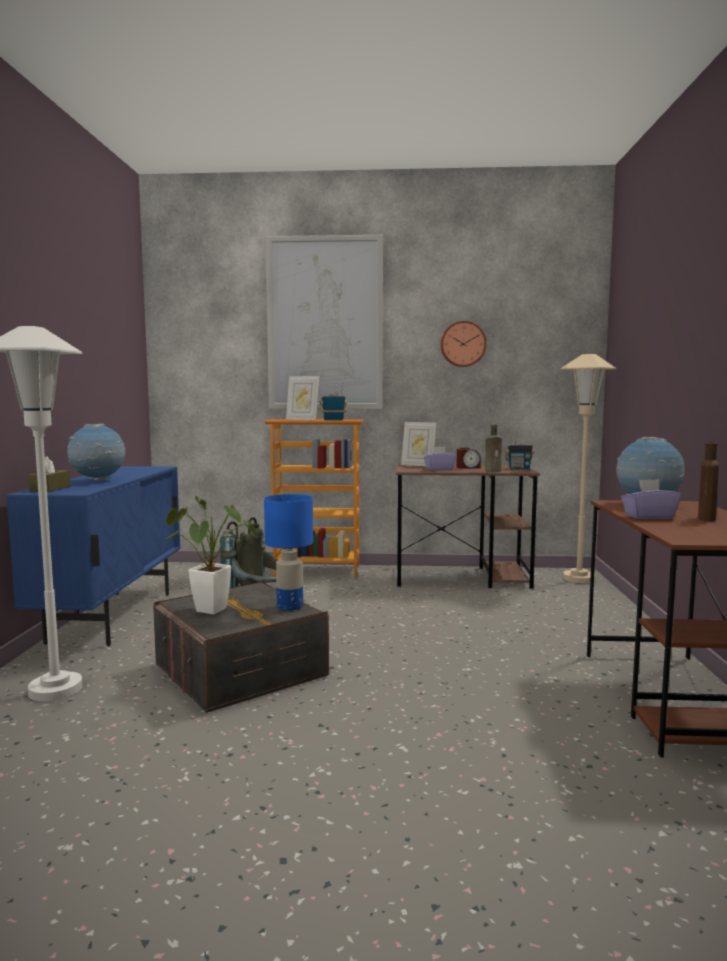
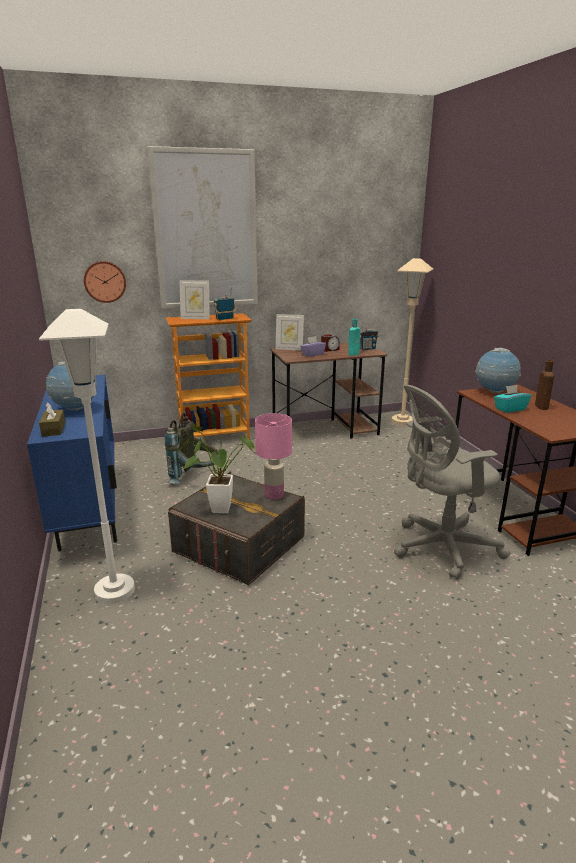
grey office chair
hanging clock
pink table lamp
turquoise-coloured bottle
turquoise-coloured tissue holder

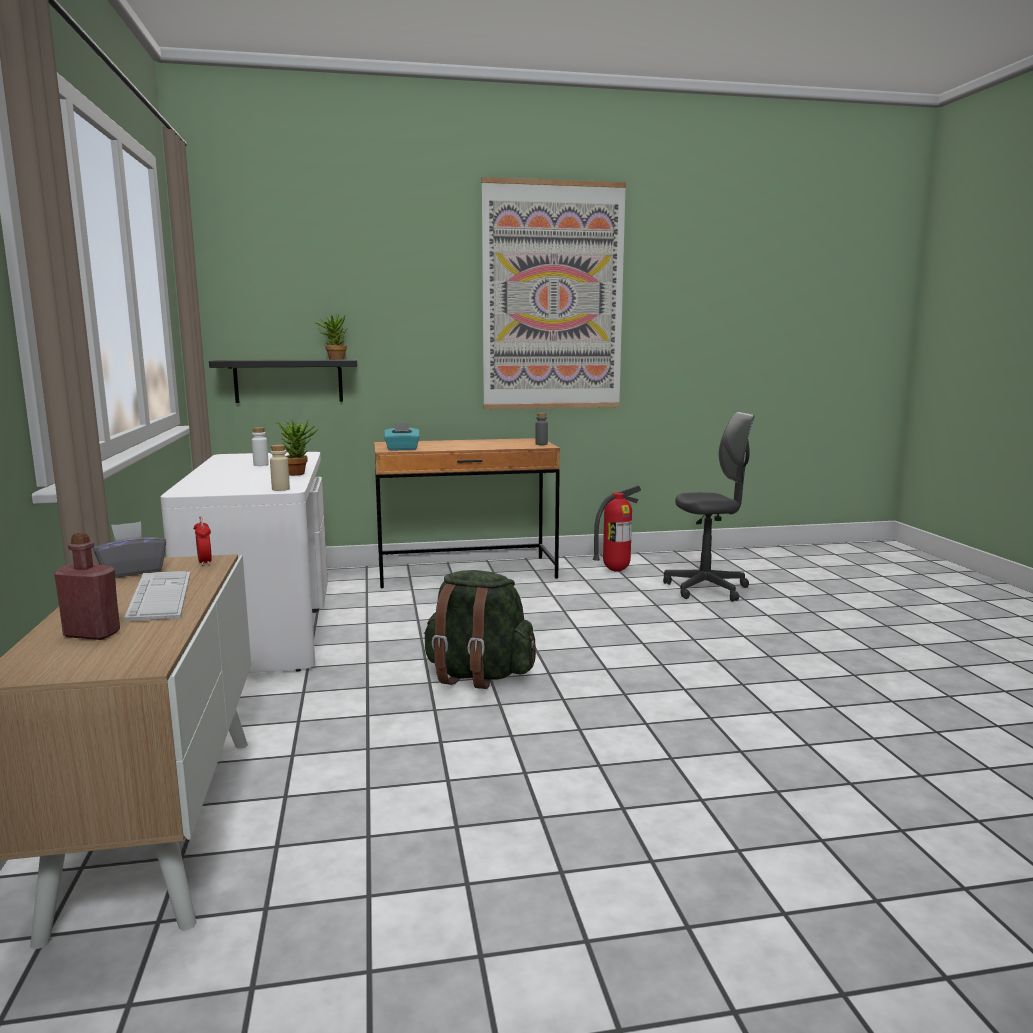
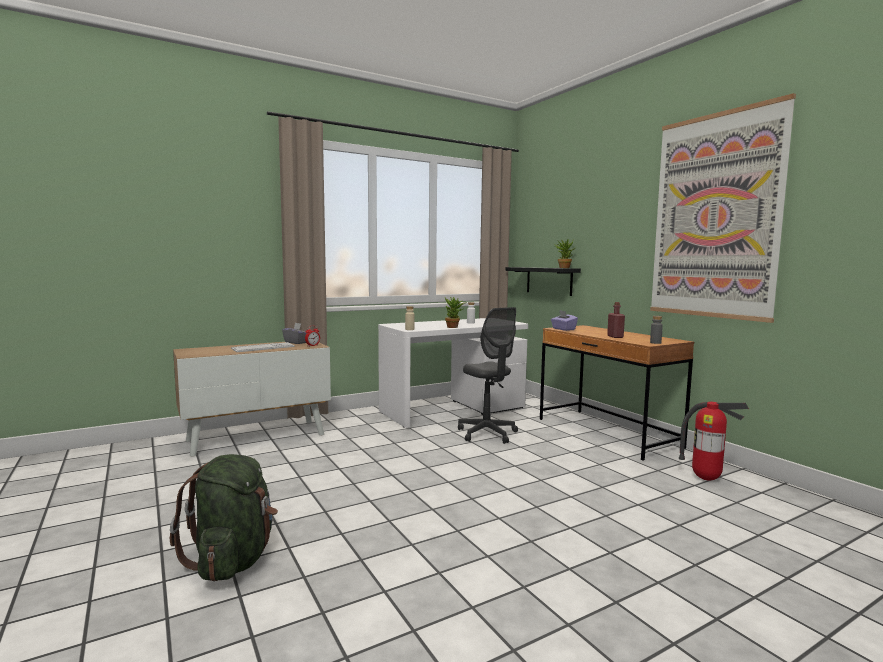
red-coloured bottle
green rucksack
grey office chair
purple-coloured tissue holder

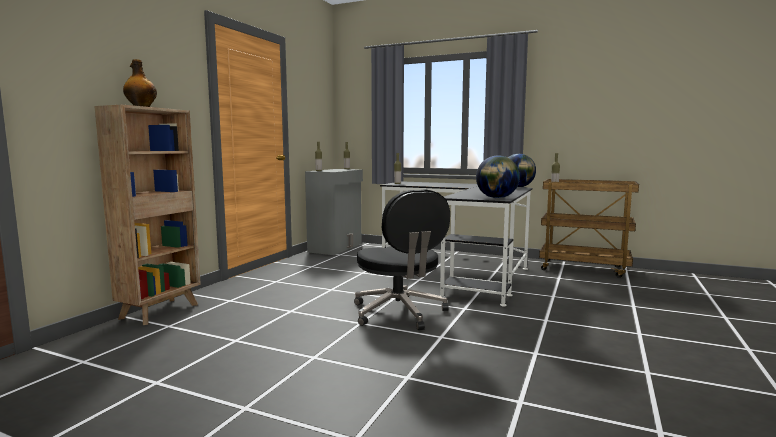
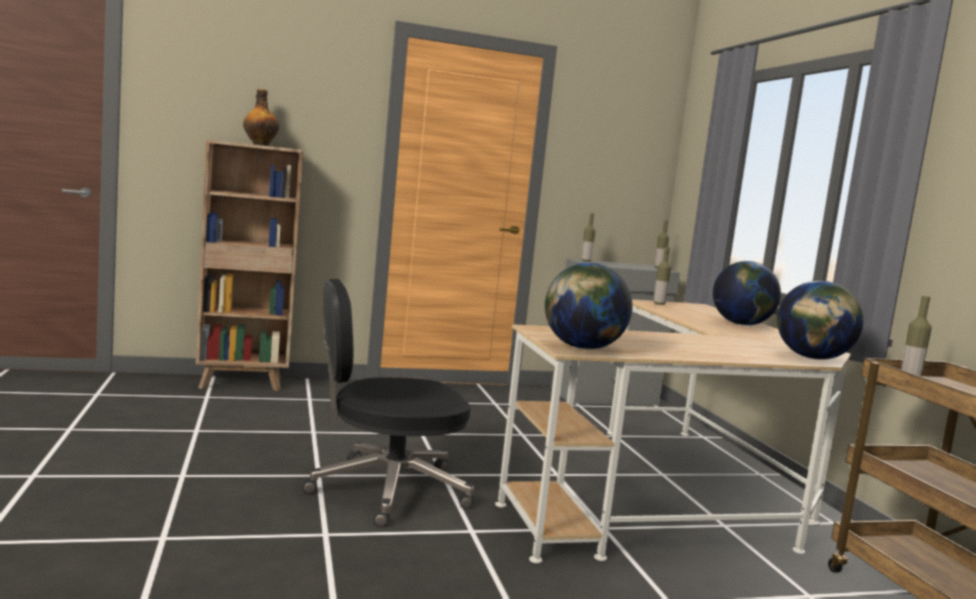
globe (no. 2 from left)
beige-coloured desk table
blackish office chair

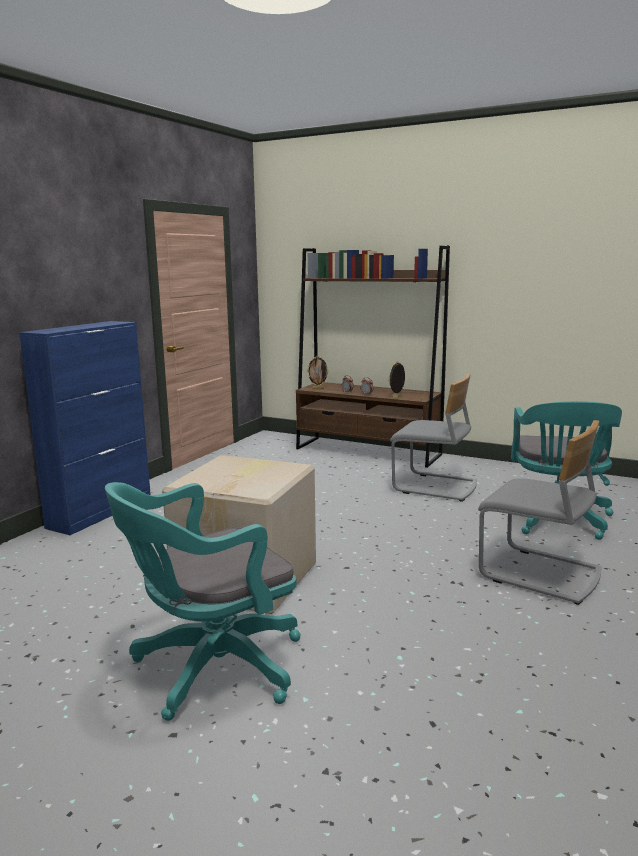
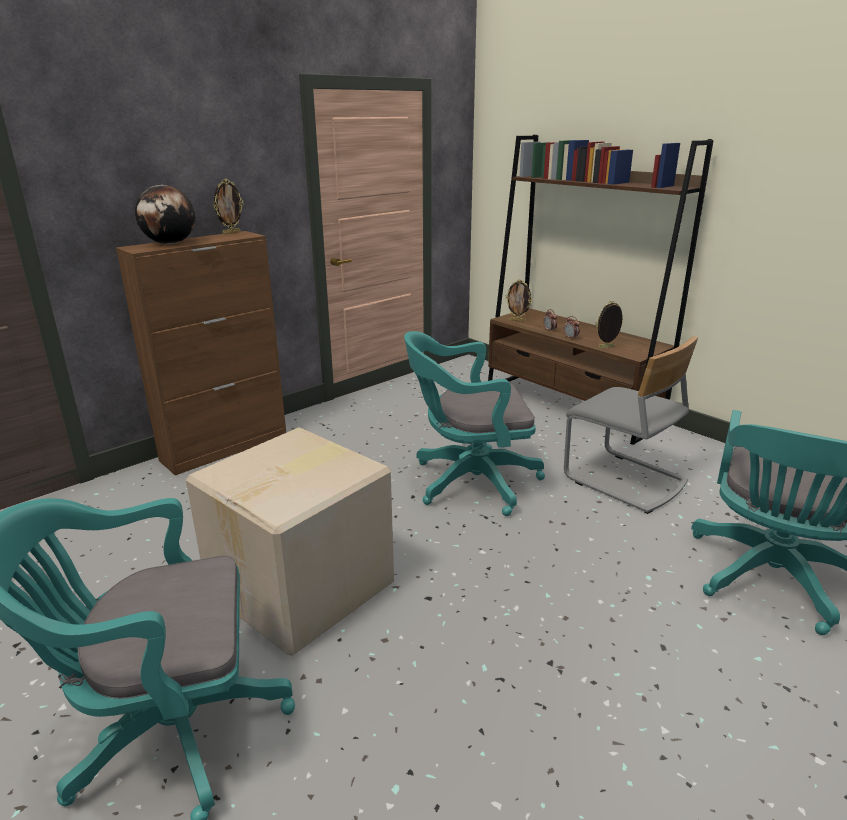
grey upright chair (no. 2 from left in the first image)
globe
photo frame (no. 1 from left)
turquoise-coloured office chair (no. 2 from left)
brown cupboard

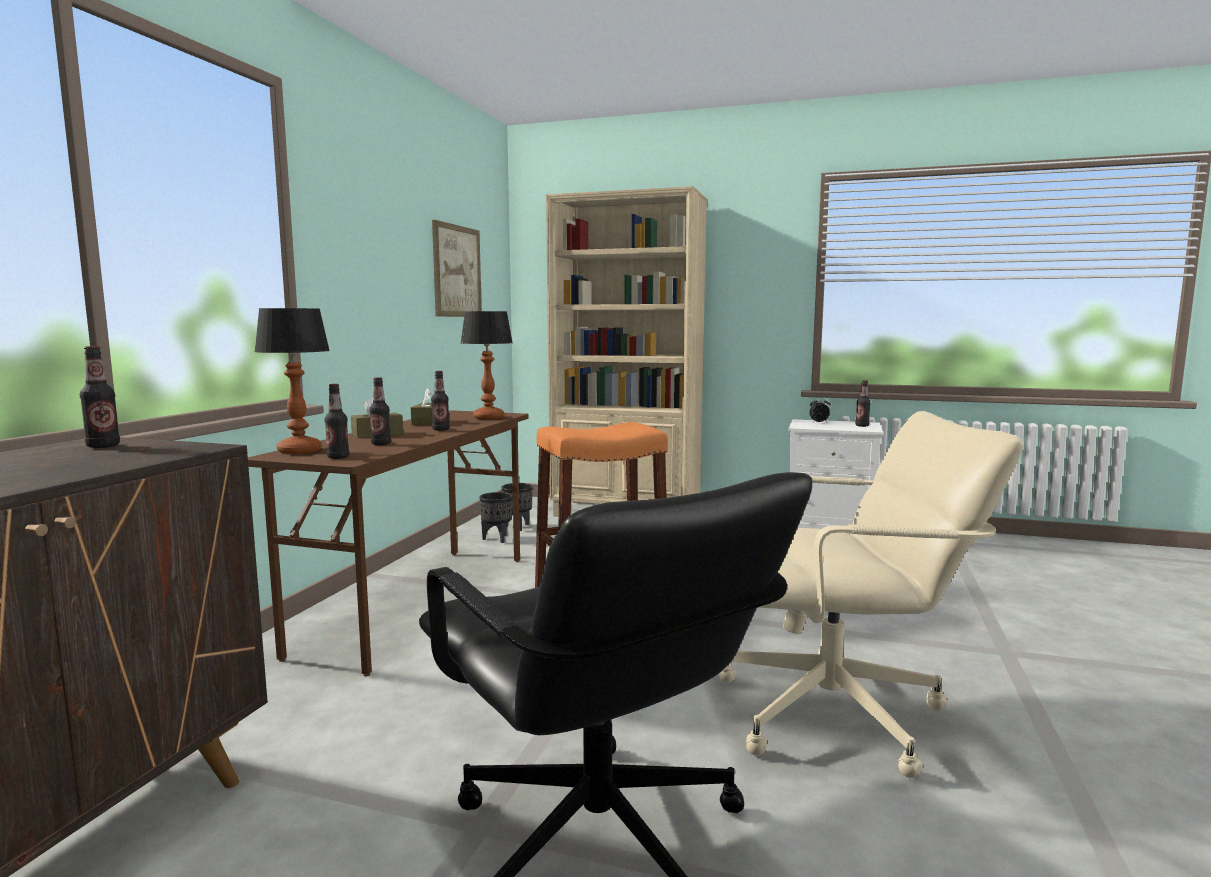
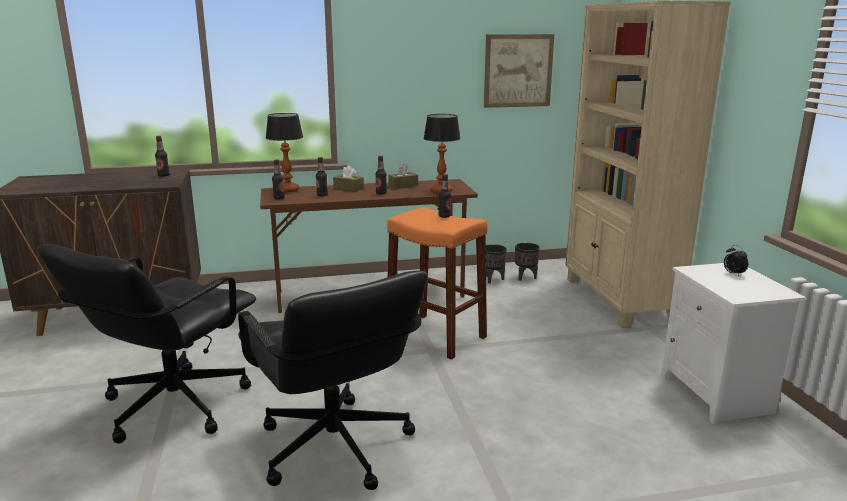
bottle (no. 5 from left)
blackish office chair (no. 2 from left)

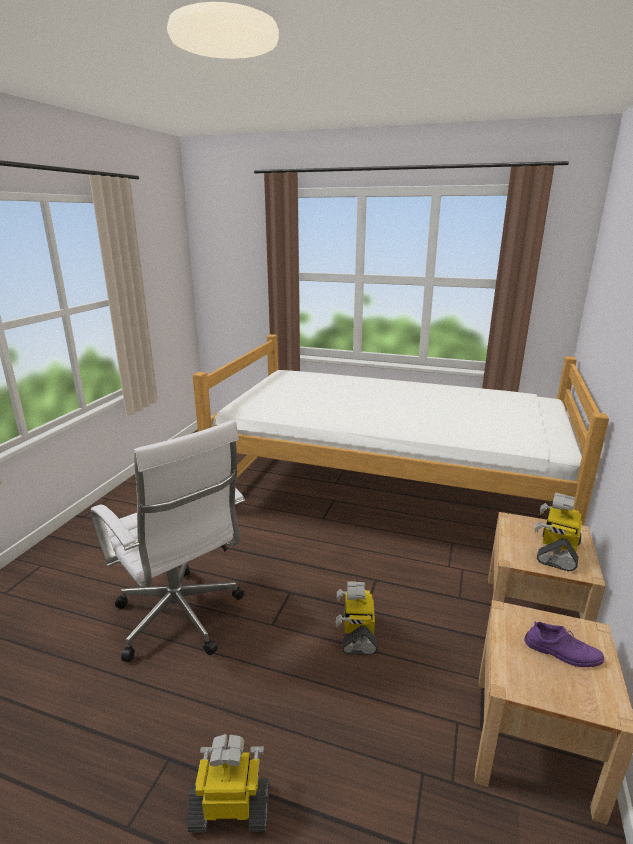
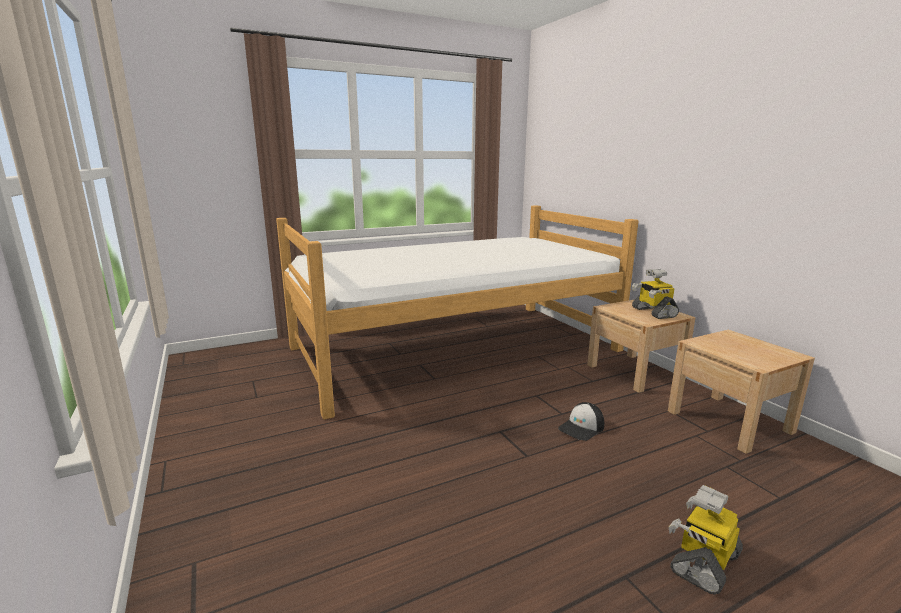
white office chair
purple-coloured low shoe
baseball cap

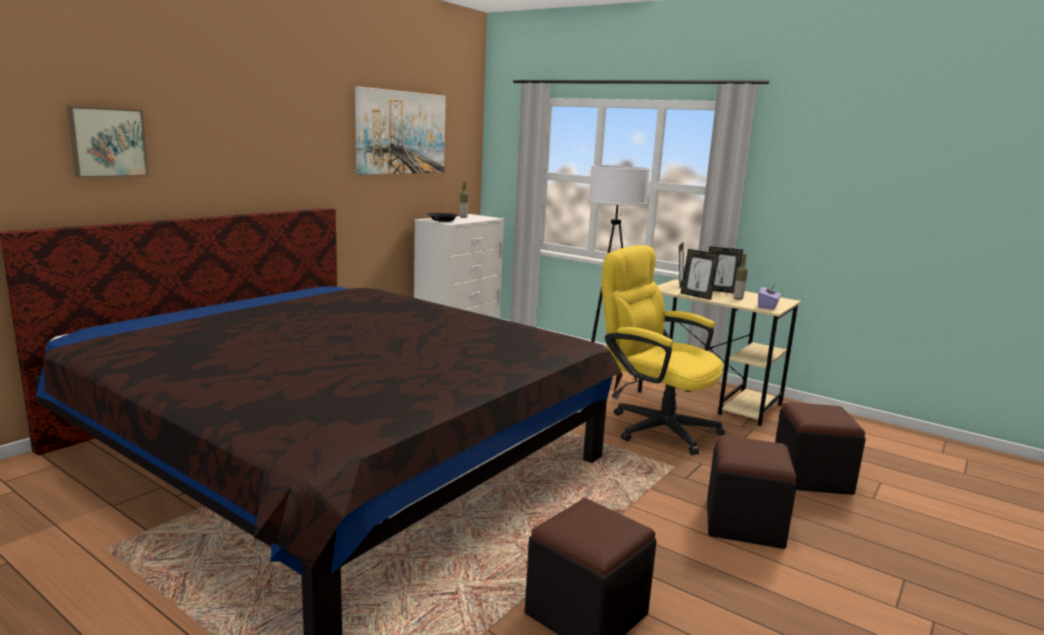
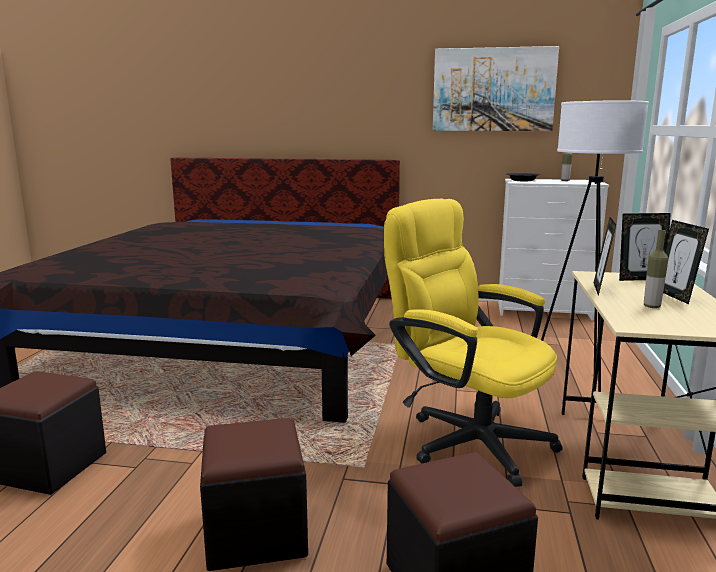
wall art (no. 1 from left in the first image)
purple-coloured tissue holder
yellow-coloured office chair

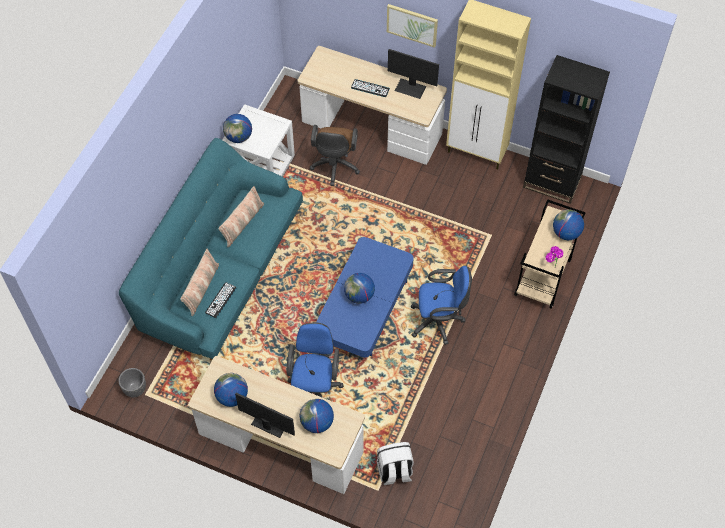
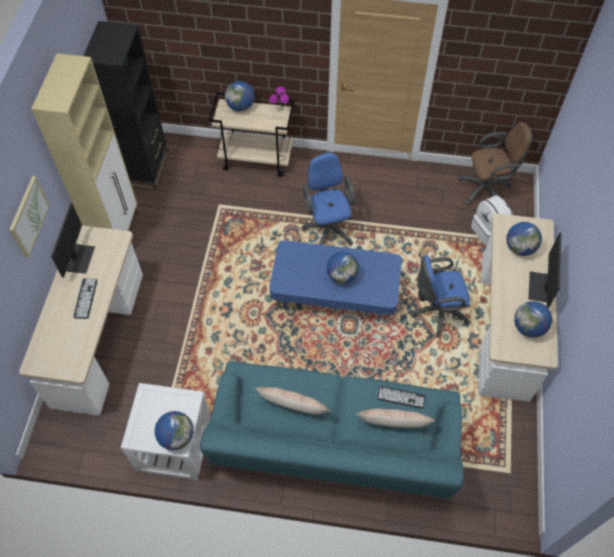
grey plant pot
brown office chair

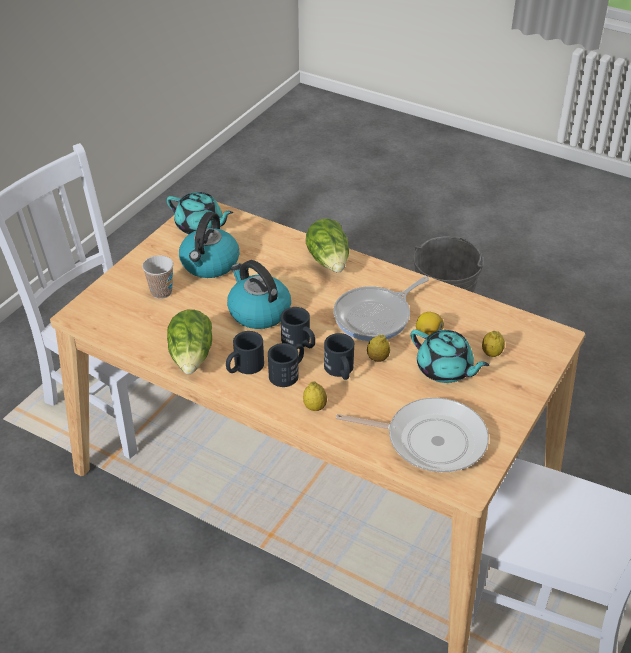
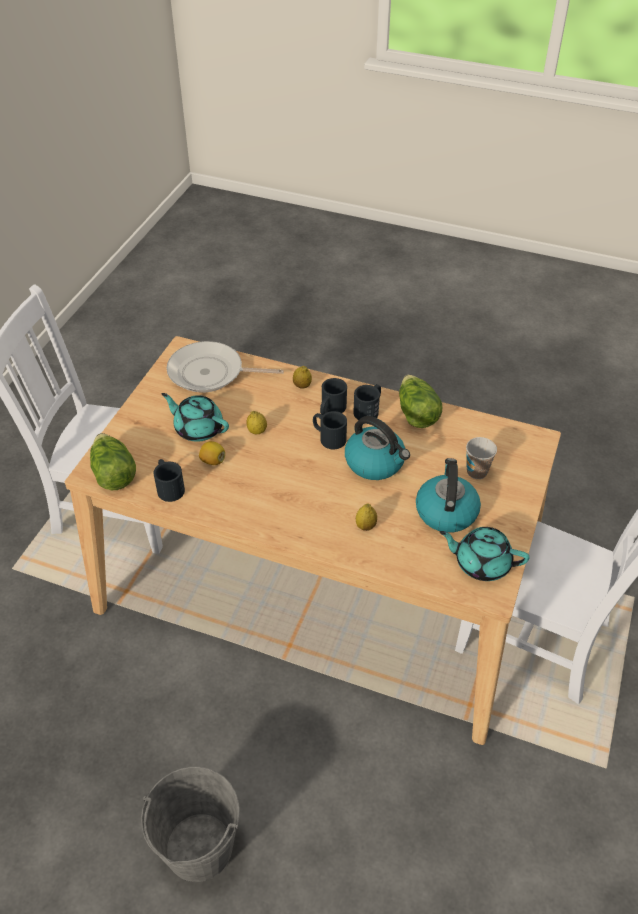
pan (no. 1 from left in the first image)
head of lettuce (no. 1 from left)
blackish mug (no. 1 from left)
lemon (no. 4 from left)

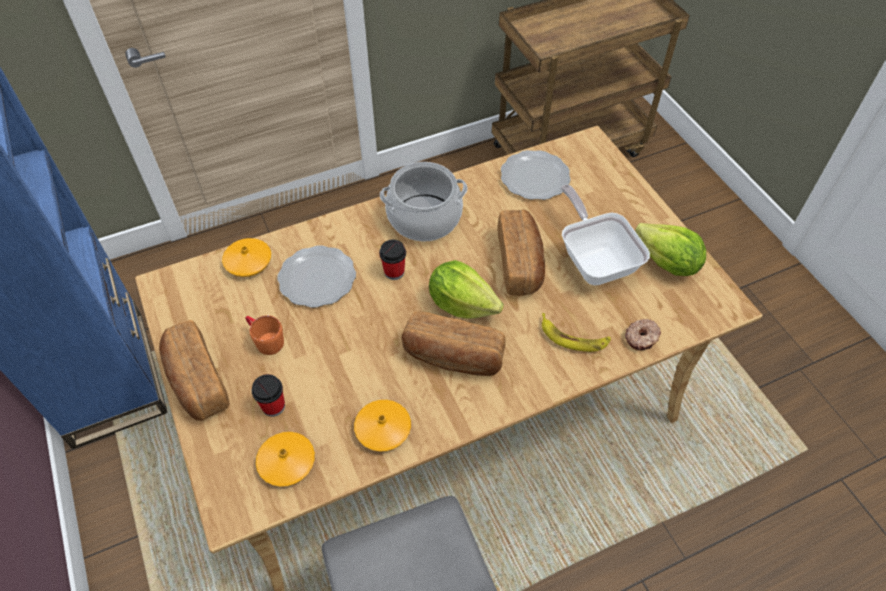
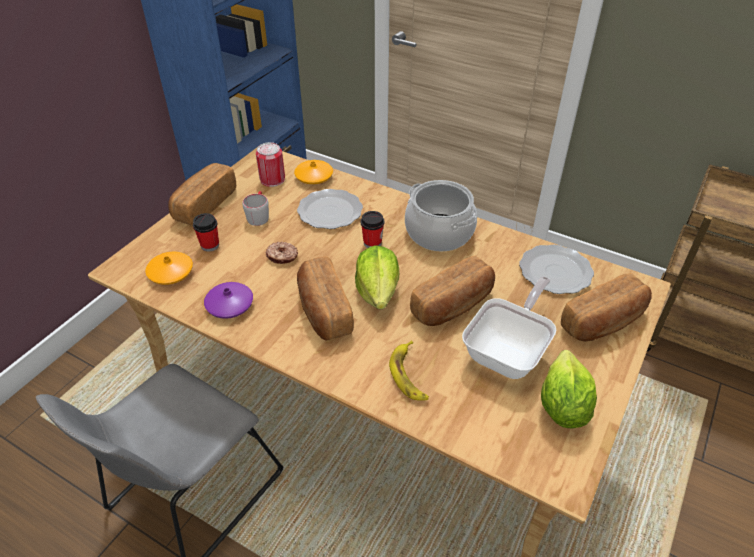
metal can
bakery bread (no. 4 from left)
doughnut
grey mug
purple-coloured vase

